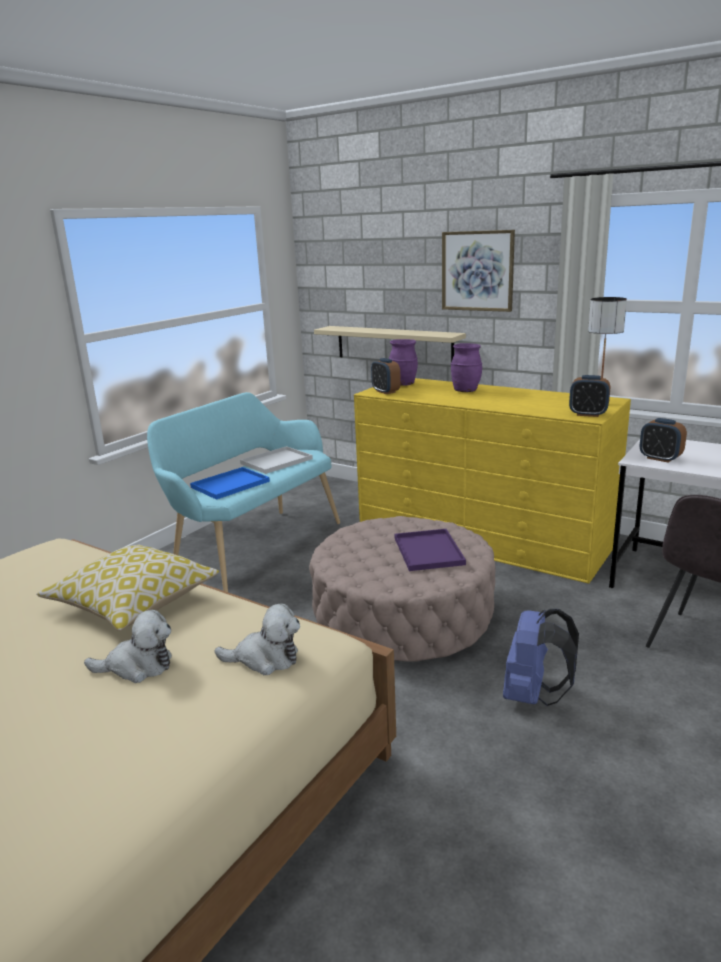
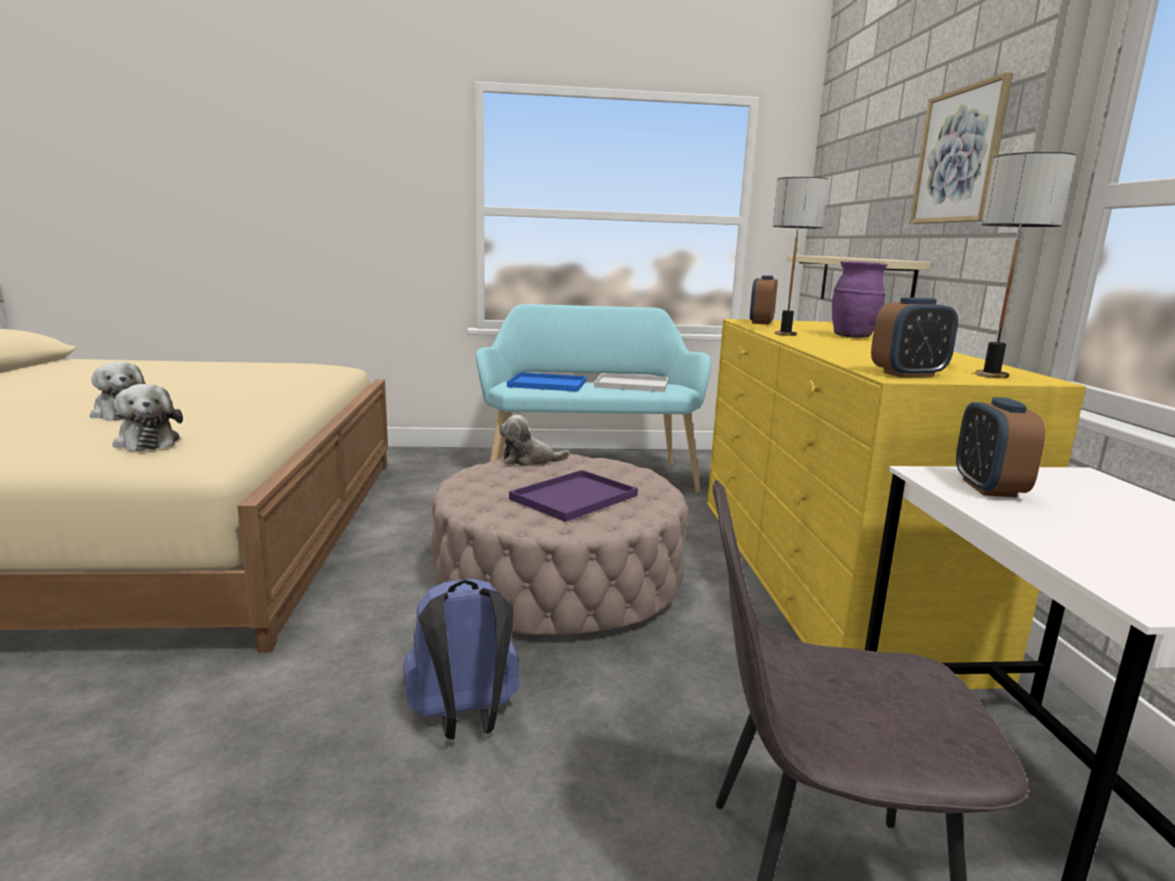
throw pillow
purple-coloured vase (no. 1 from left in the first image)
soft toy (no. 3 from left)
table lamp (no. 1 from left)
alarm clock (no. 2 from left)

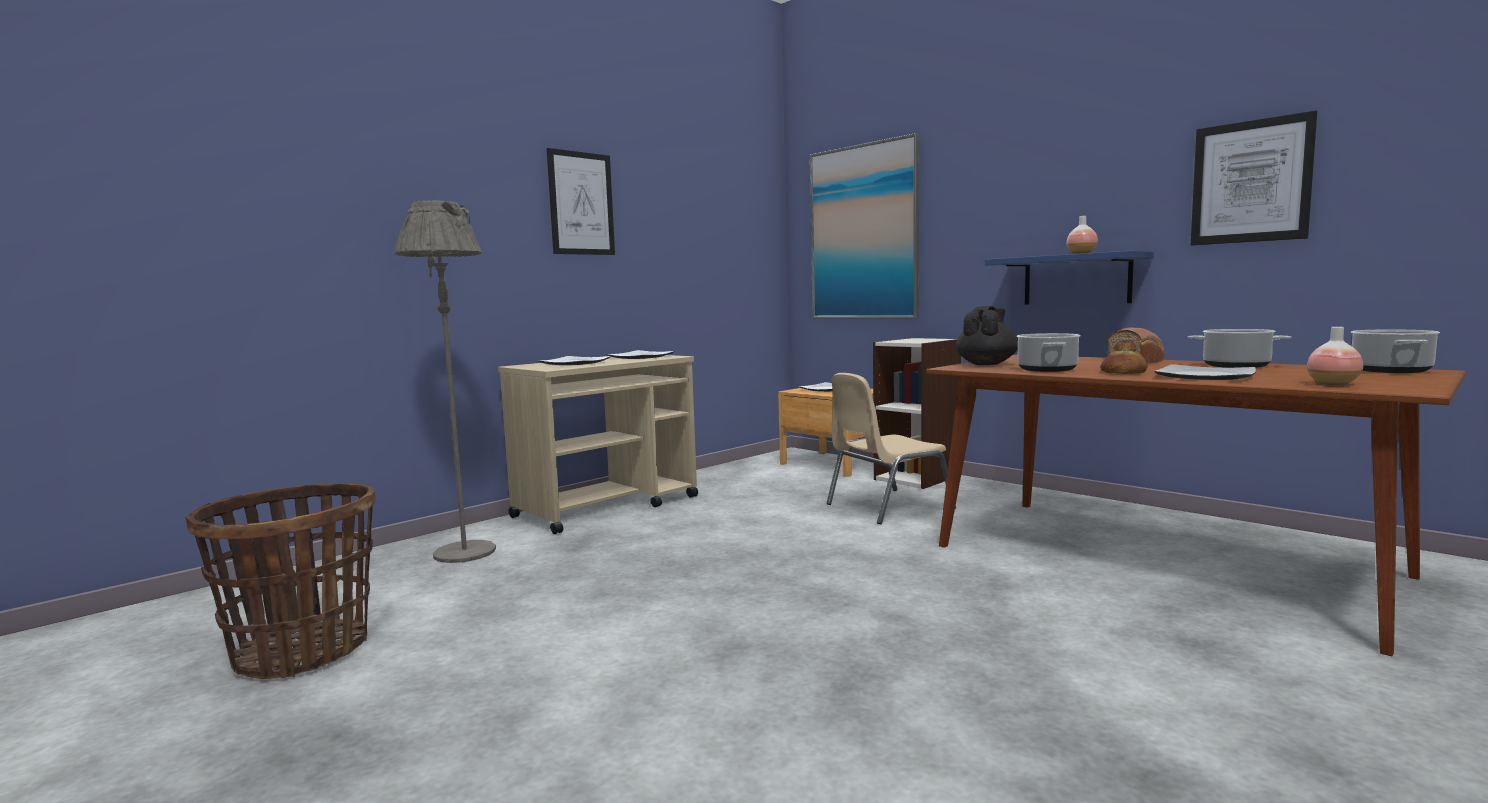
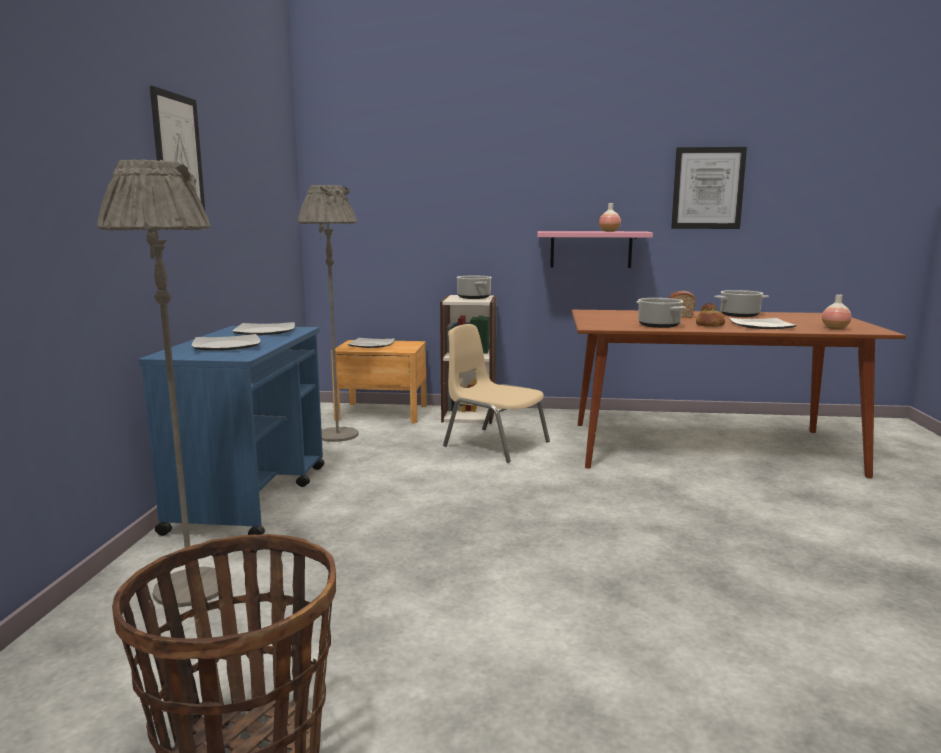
wall art (no. 2 from left in the first image)
blackish pot for tea
grey floor lamp (no. 2 from left)
cooking pot (no. 1 from left)
bluish cart
pink wall shelf
beige-coloured upright chair

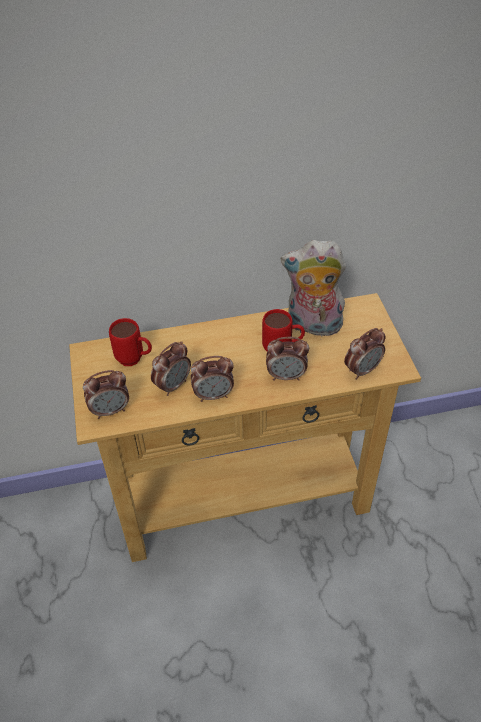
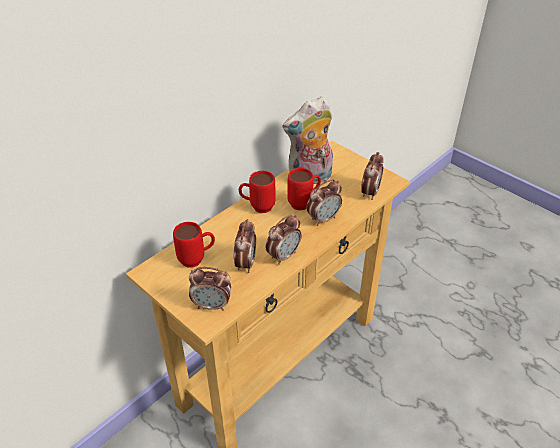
red-coloured mug (no. 2 from left)
alarm clock (no. 1 from left)

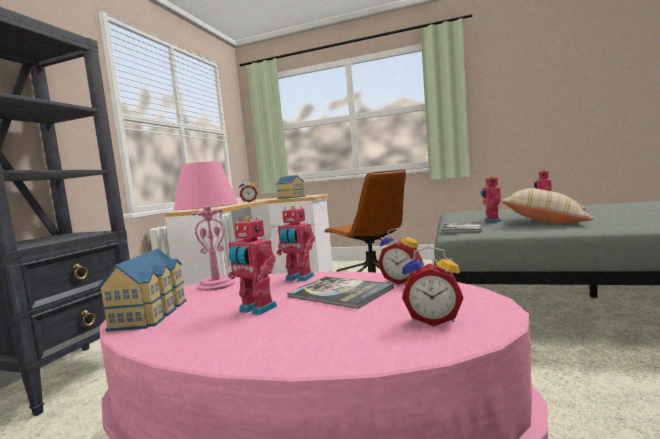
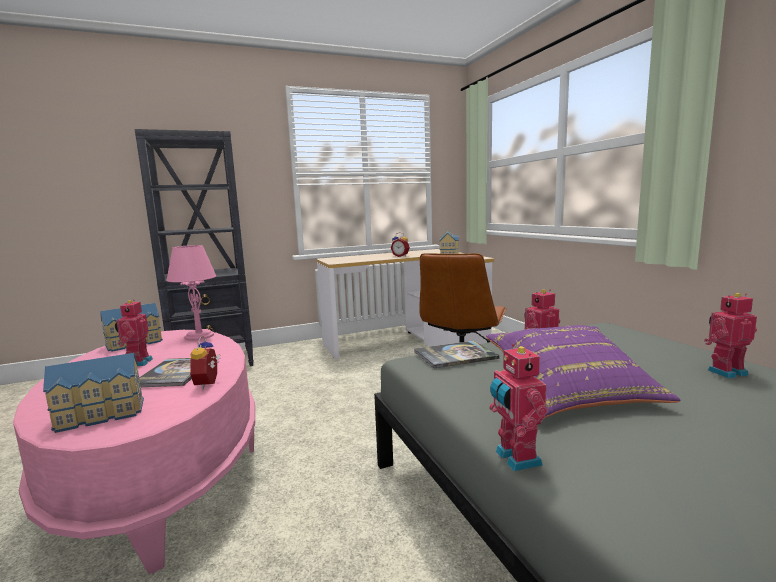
robot figure (no. 2 from left)
miniature house (no. 1 from left)
purple-coloured throw pillow

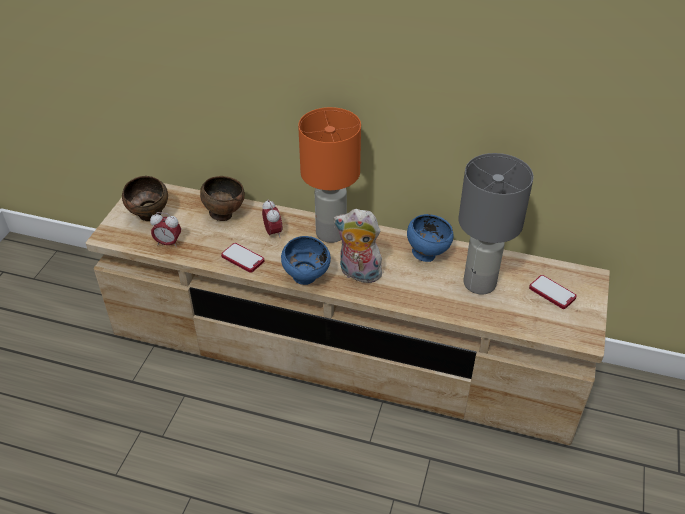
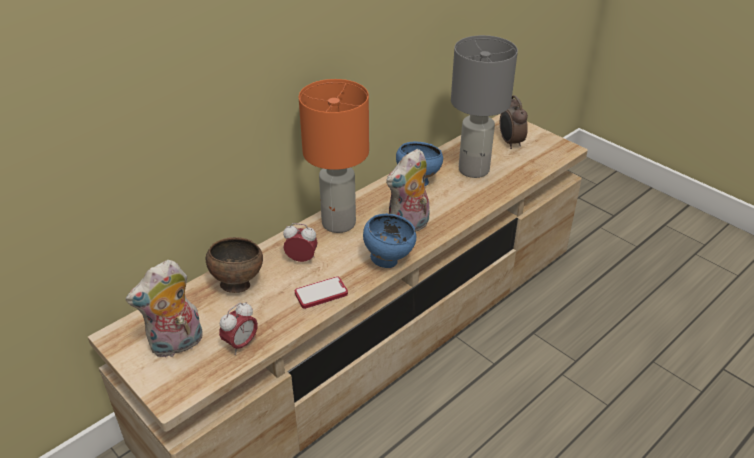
soft toy (no. 1 from left)
alarm clock (no. 3 from left)

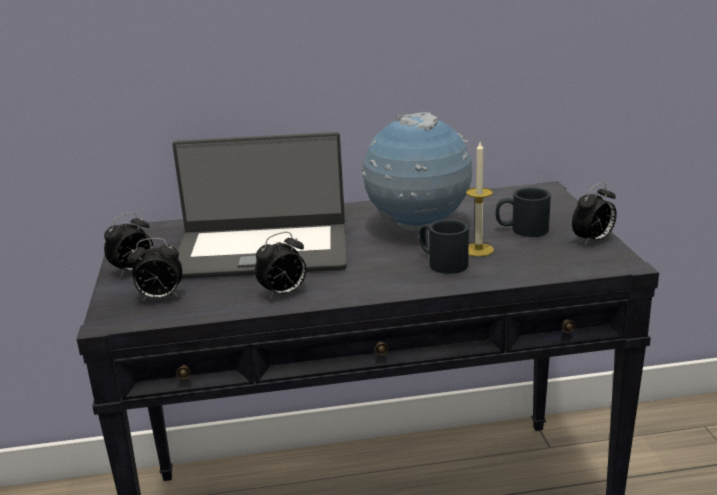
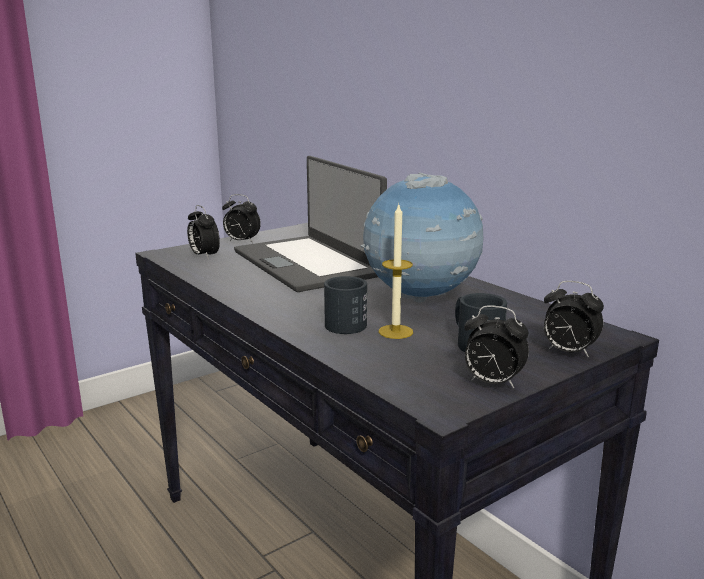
alarm clock (no. 4 from left)

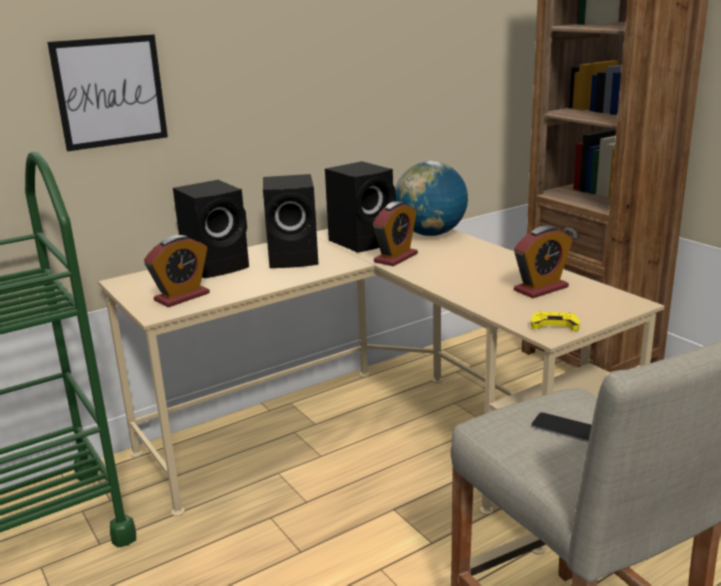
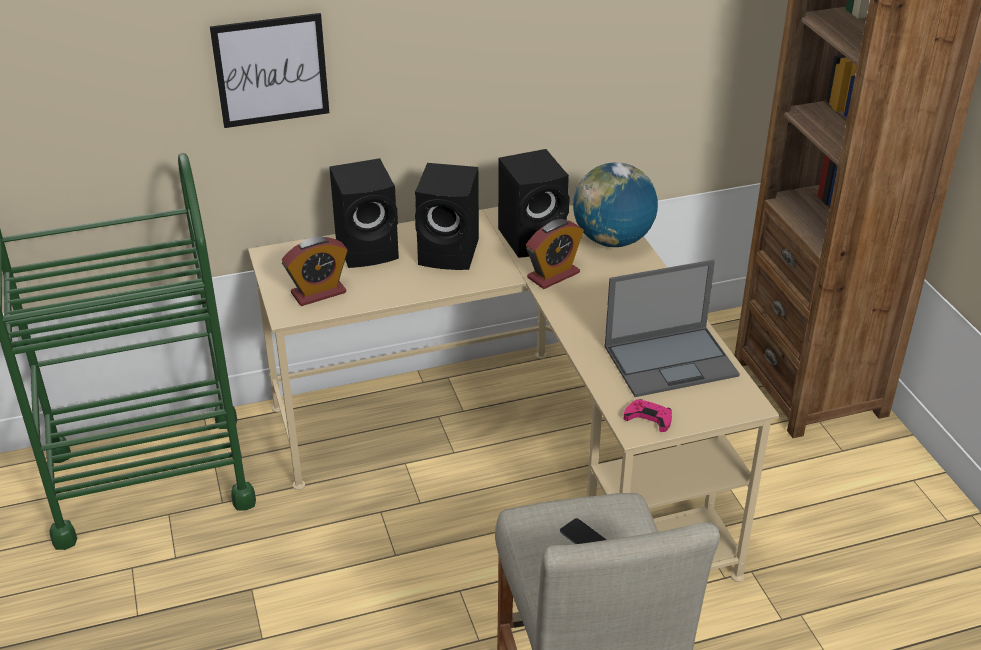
notebook computer
pink gamepad

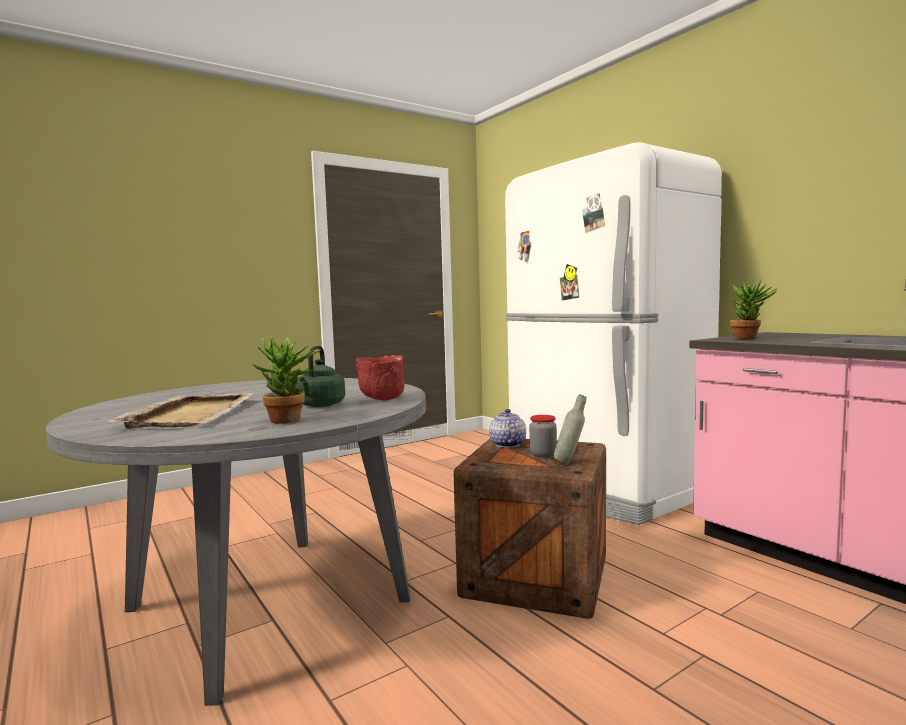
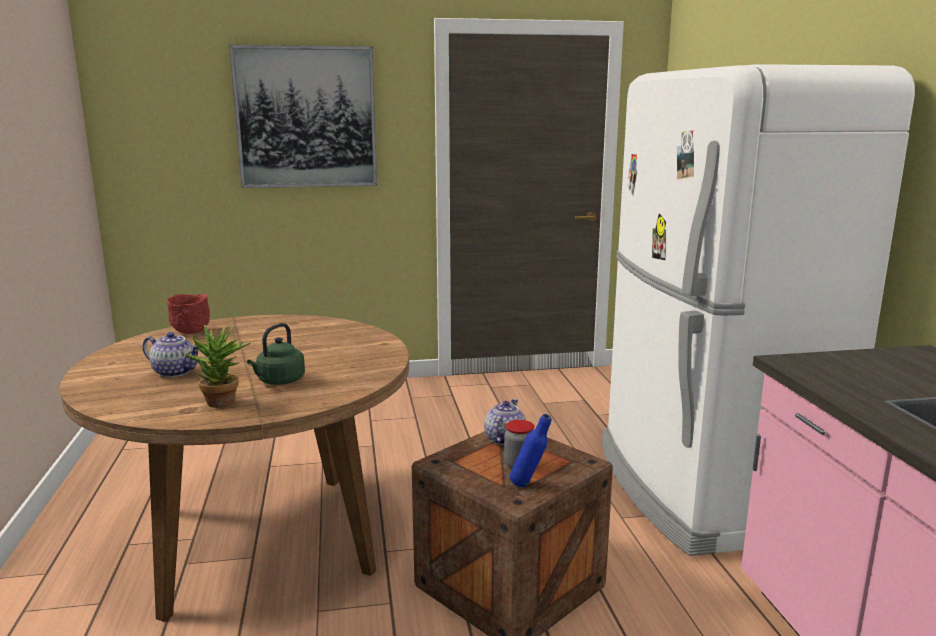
plant in a pot (no. 2 from left in the first image)
wall art
red-coloured serving bowl
pot for tea (no. 1 from left)
brown kitchen table
bluish bottle

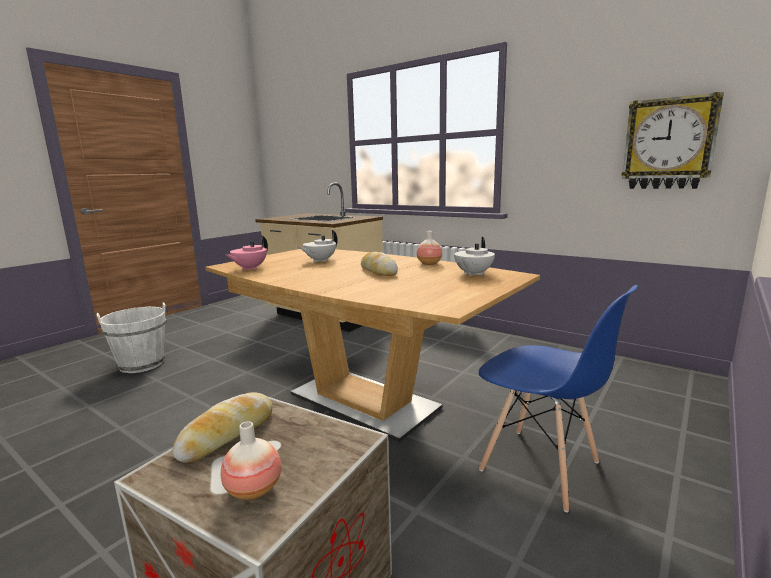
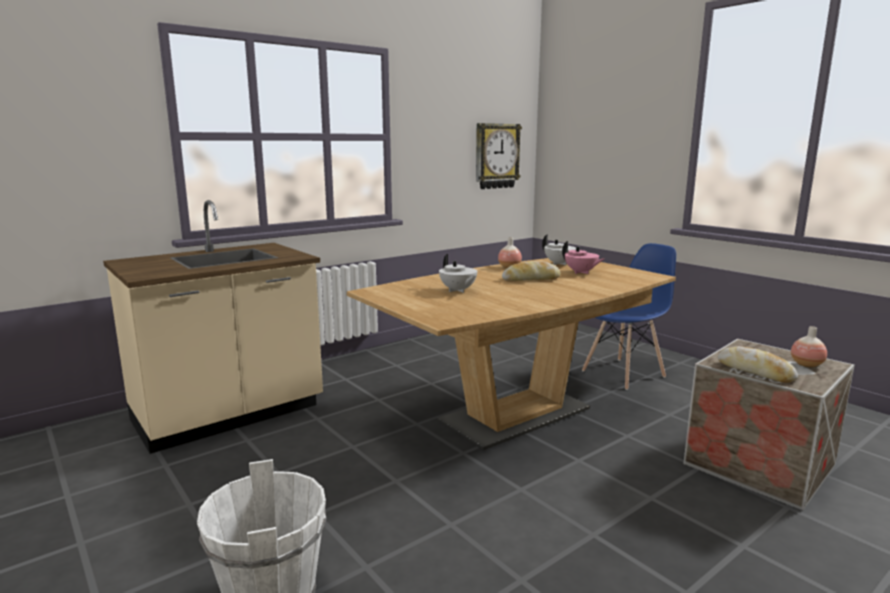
pink pot for tea

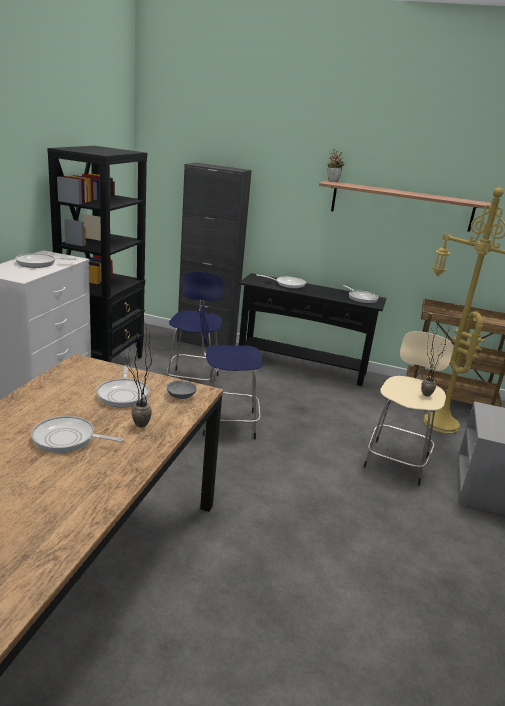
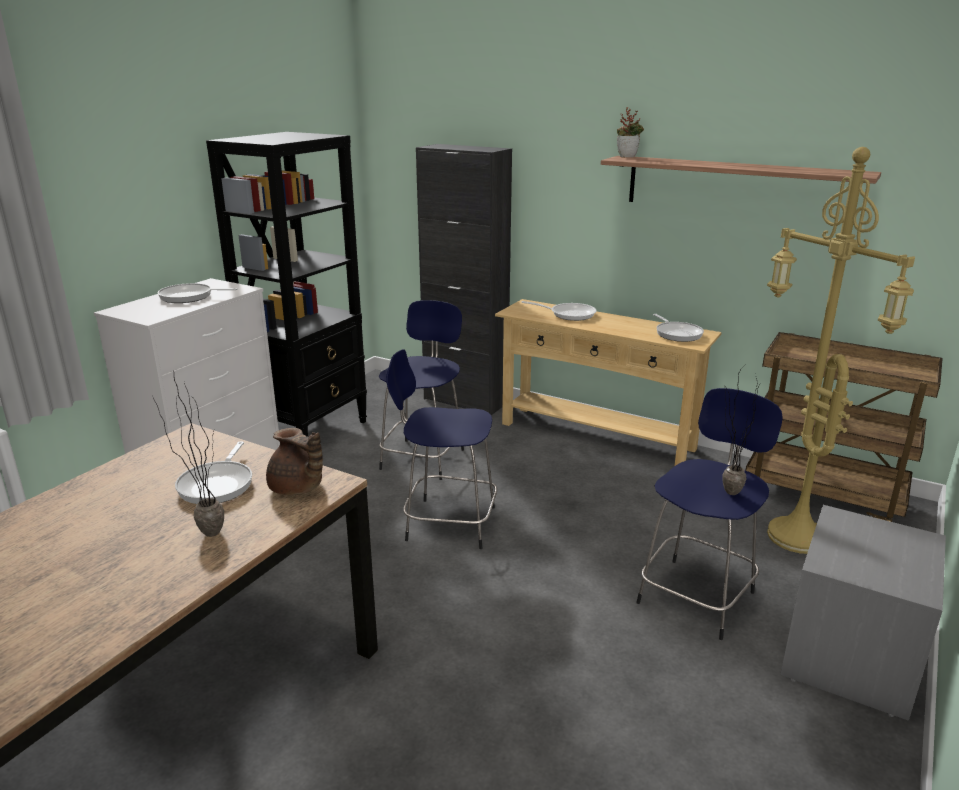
pan (no. 2 from left in the first image)
brown pot for tea
beige-coloured console table
bluish sitting stool (no. 3 from left)

